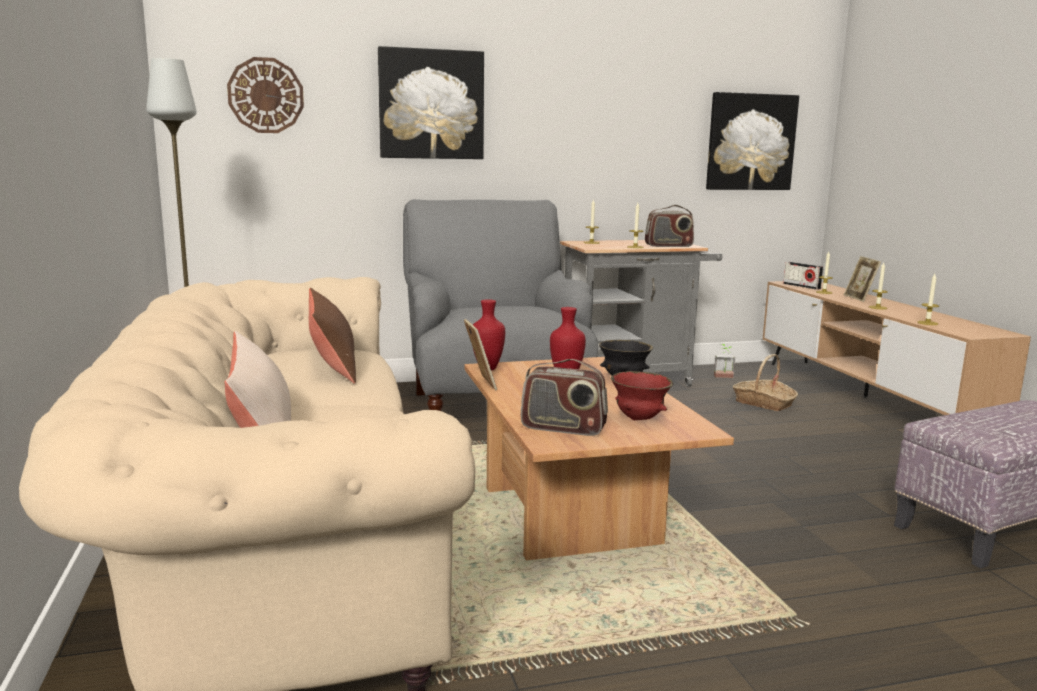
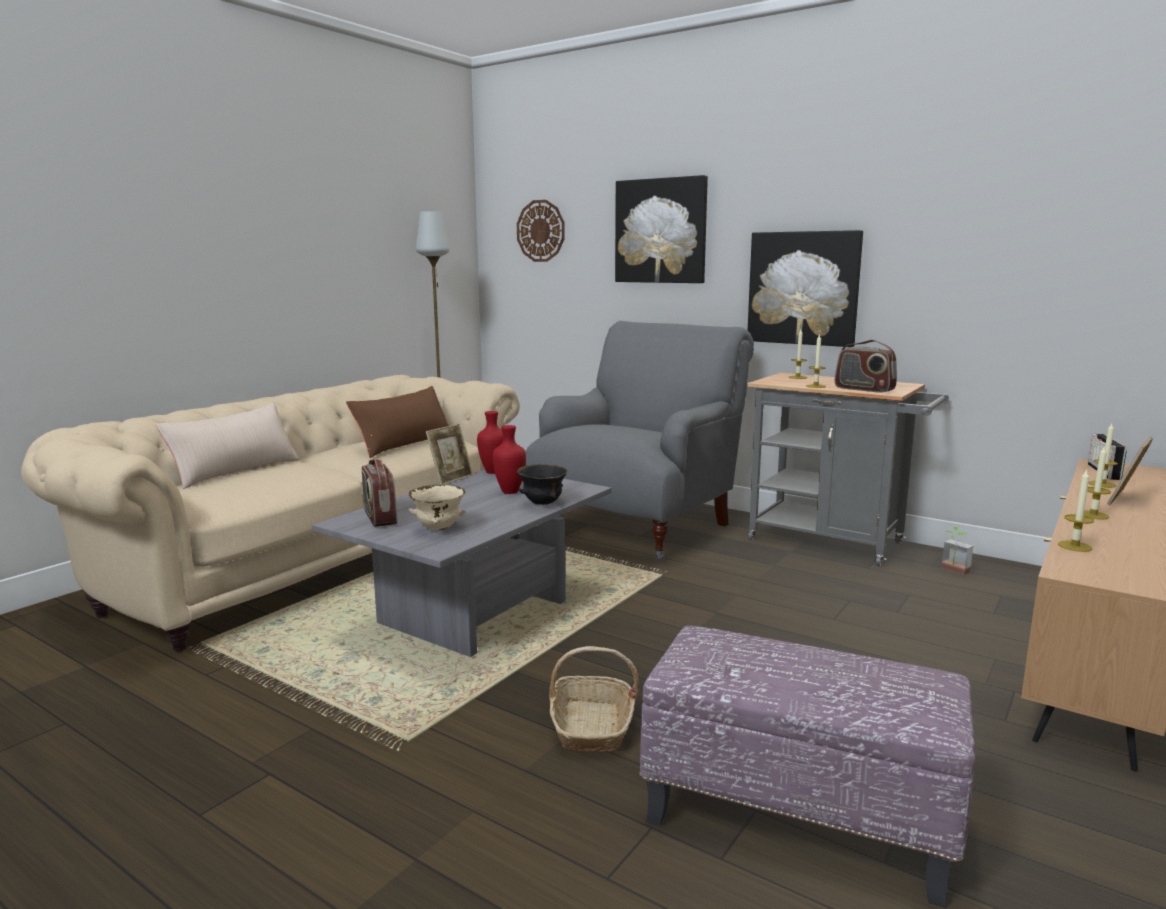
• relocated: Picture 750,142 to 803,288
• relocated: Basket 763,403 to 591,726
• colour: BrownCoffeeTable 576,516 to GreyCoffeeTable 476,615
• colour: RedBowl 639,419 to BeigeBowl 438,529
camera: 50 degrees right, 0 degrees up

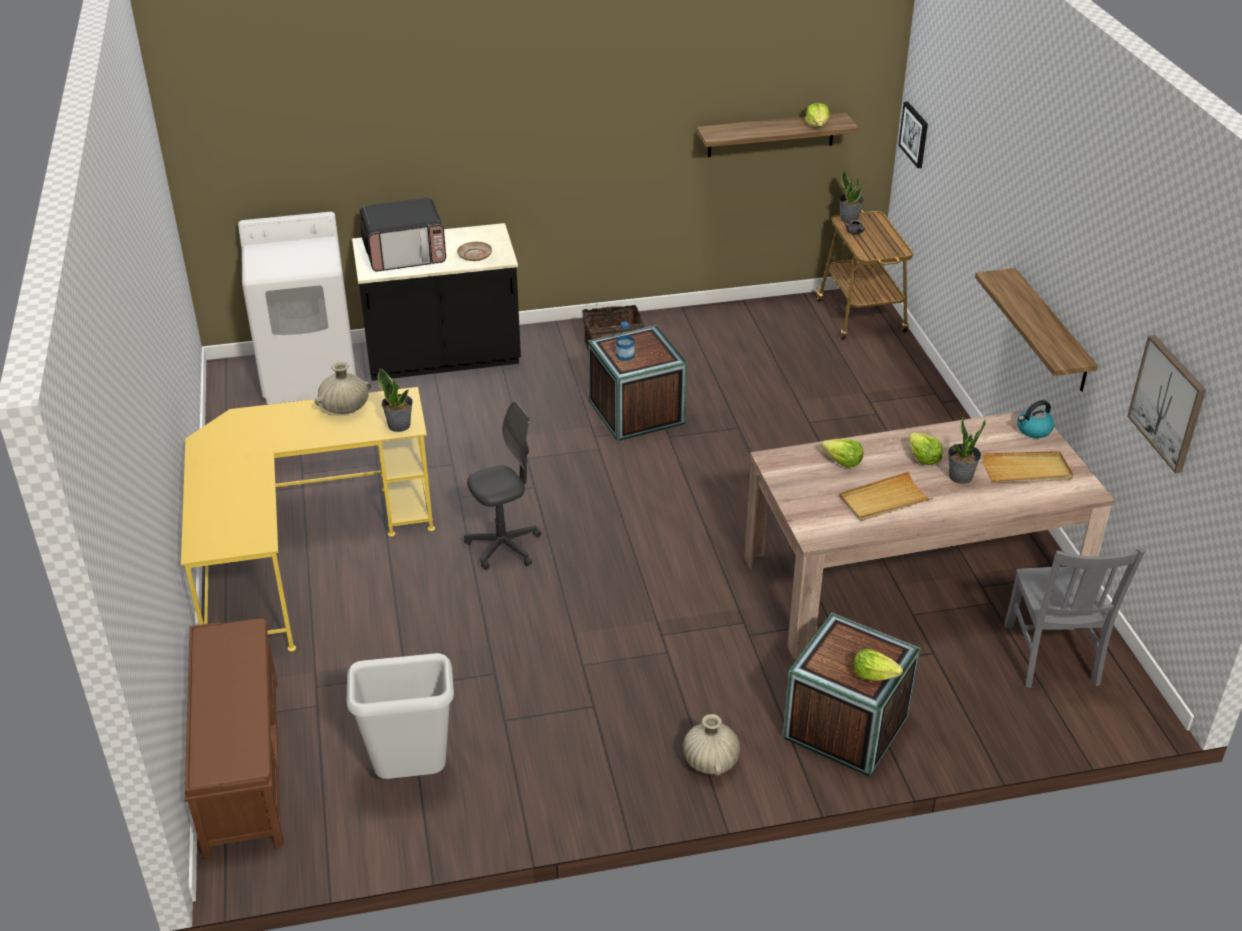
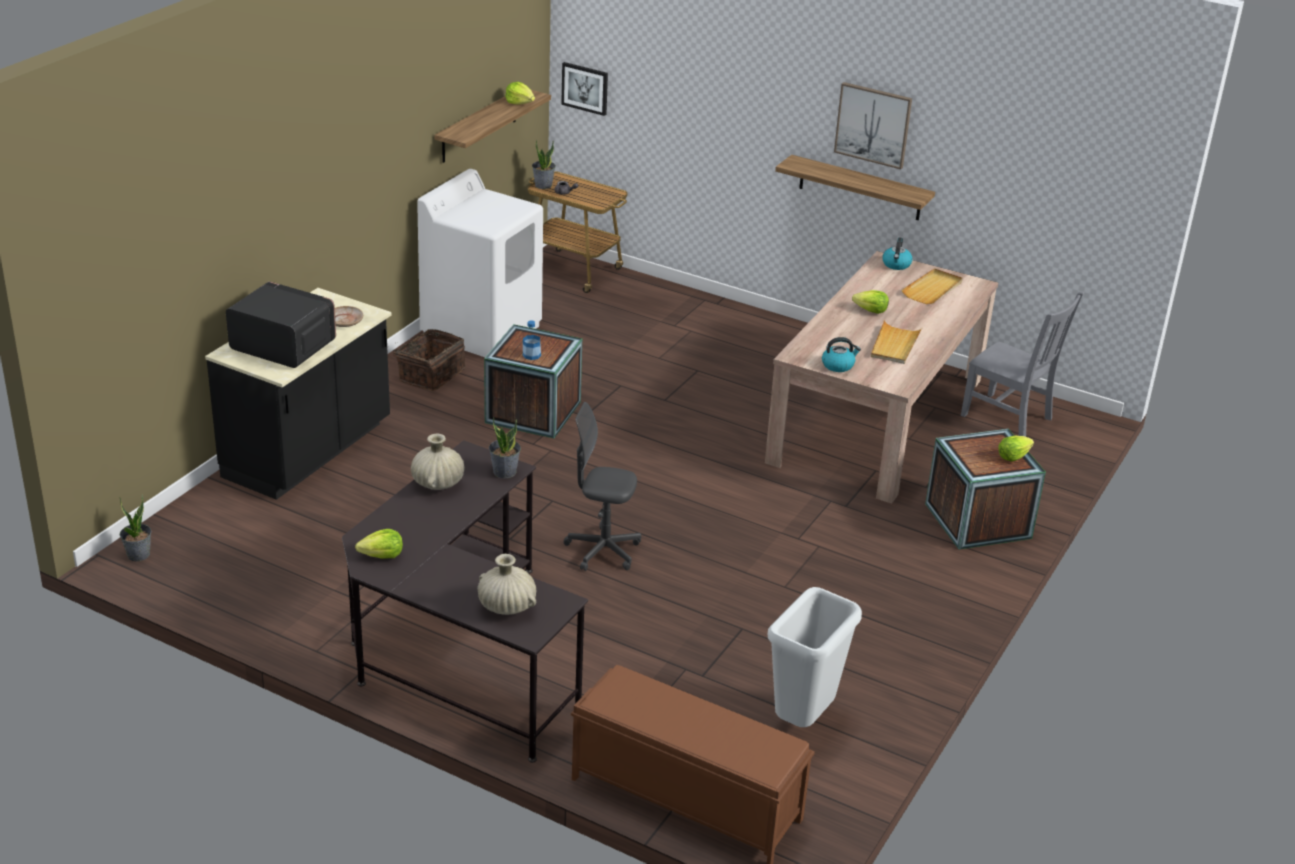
• appeared: Kettle 838,365
• relocated: WhiteWashingMachine 310,374 to 482,330
• relocated: BeigeVase 710,761 to 506,607
• relocated: Lettuce 842,462 to 382,555
• relocated: PottedPlant 960,477 to 138,555
• relocated: Picture 1168,403 to 873,125
• colour: YellowDesk 297,553 to BlackDesk 457,650
• spun: Microwave 405,254 = 282,346 90 degrees counterclockwise
• spun: GreyOfficeChair 503,547 = 603,551 90 degrees counterclockwise
camera: 50 degrees left, 5 degrees down

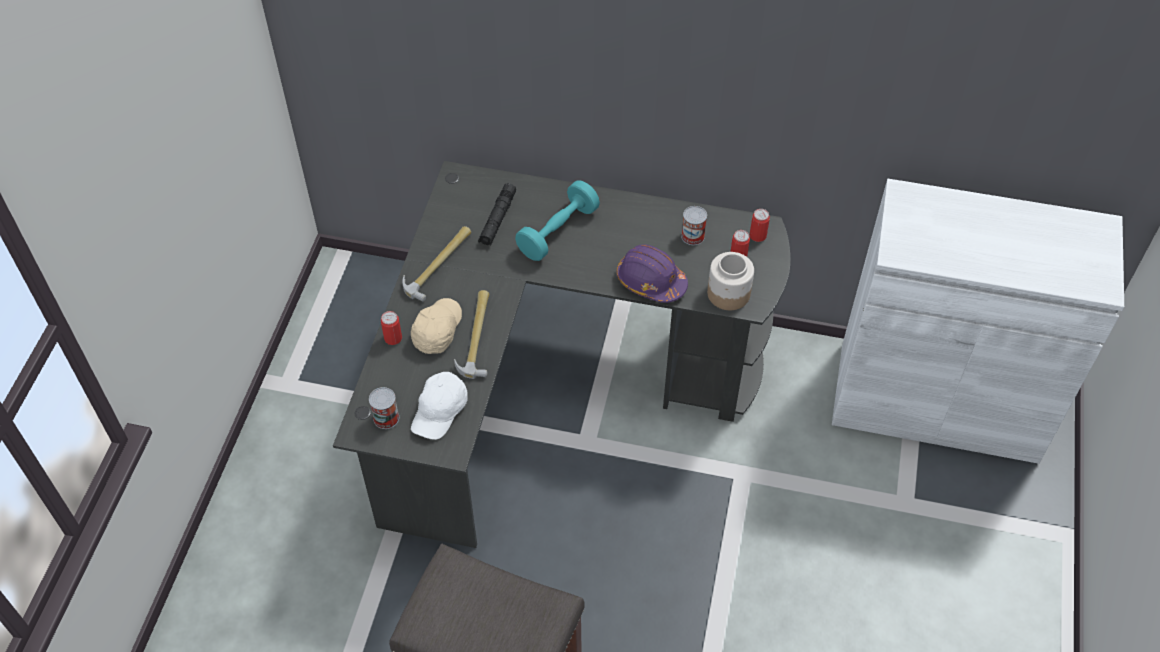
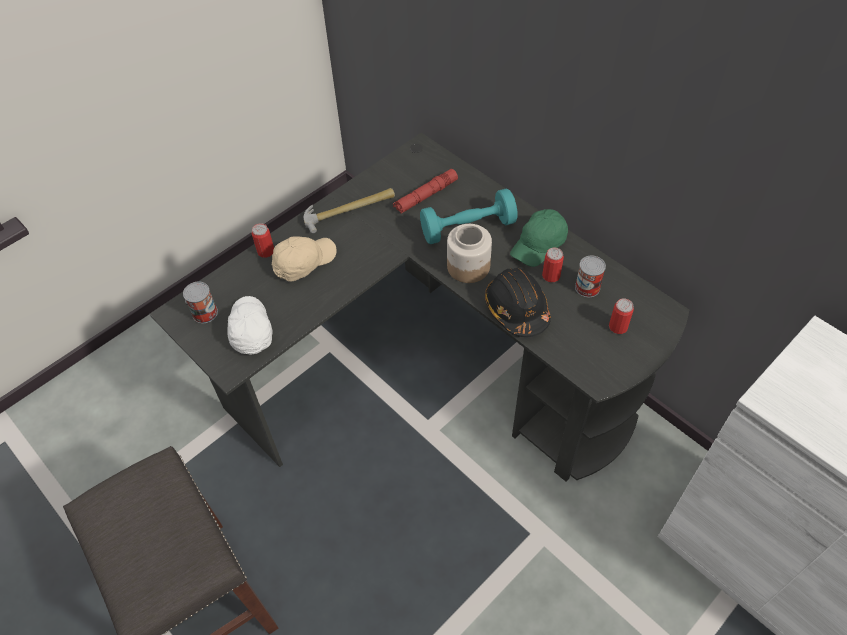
• missing: Hammer 477,336
• appeared: GreenCap 539,244
• relocated: Jar 728,294 to 467,267
• relocated: Can 757,235 to 551,276
• colour: BlackFlashlight 497,219 to RedFlashlight 426,196
• colour: PurpleHardHat 650,281 to BlackHardHat 516,309
• spun: WhiteCap 440,411 = 250,330 105 degrees clockwise
camera: 35 degrees right, 0 degrees up

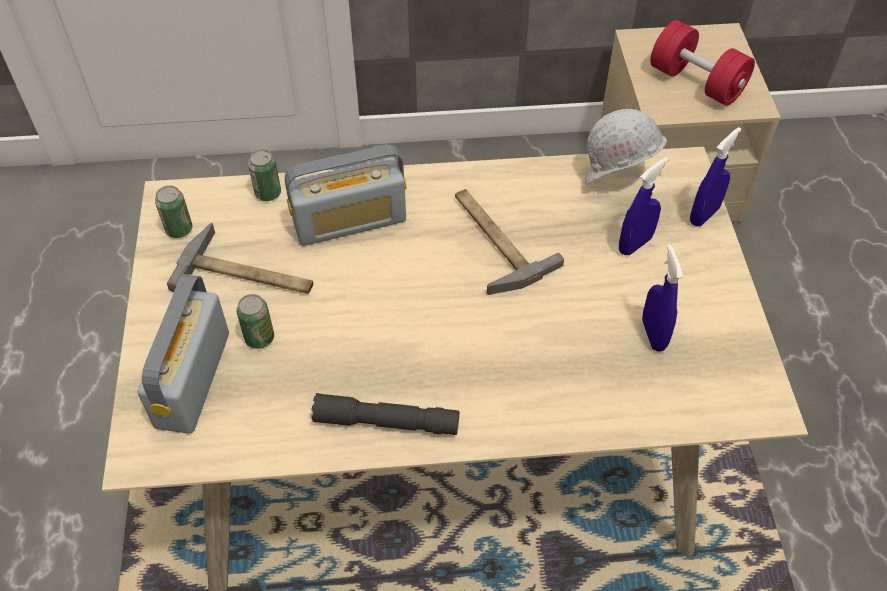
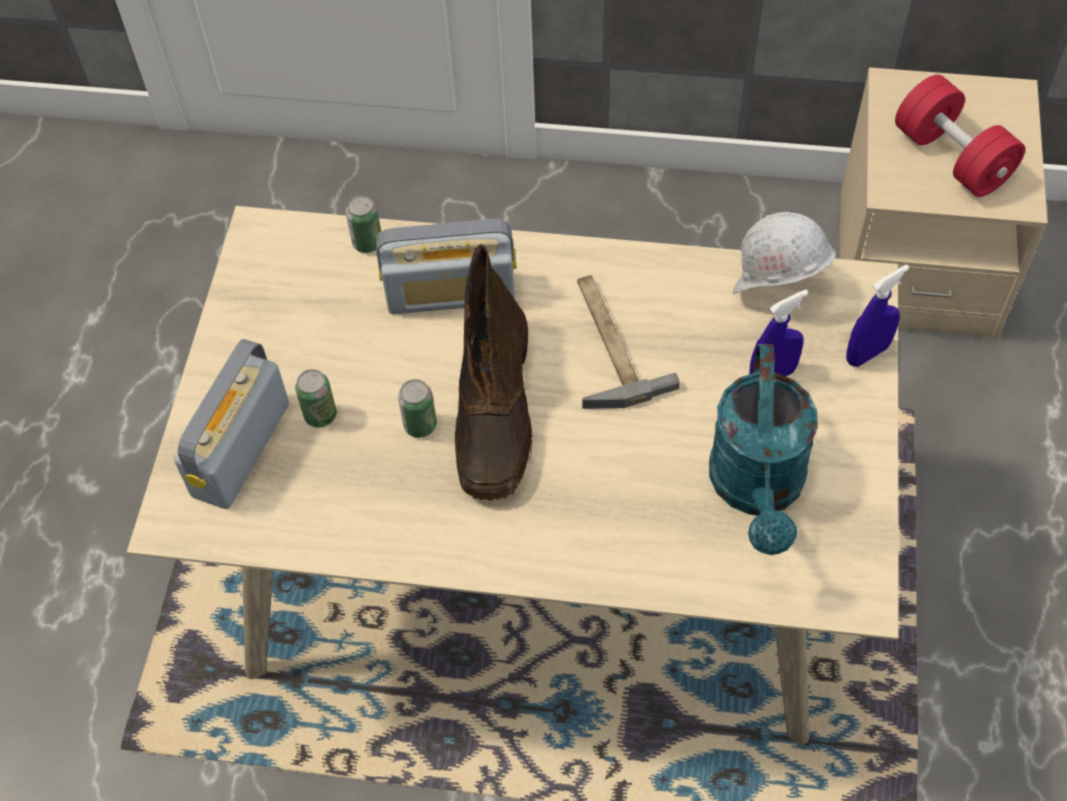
• missing: Hammer 248,274
• missing: GreyFlashlight 386,422
• appeared: BrownBoot 494,412
• relocated: Can 179,229 to 420,425
• exchanged: BlueSprayBottle 653,334 to TurquoiseWateringCan 758,490
camera: 15 degrees right, 5 degrees up

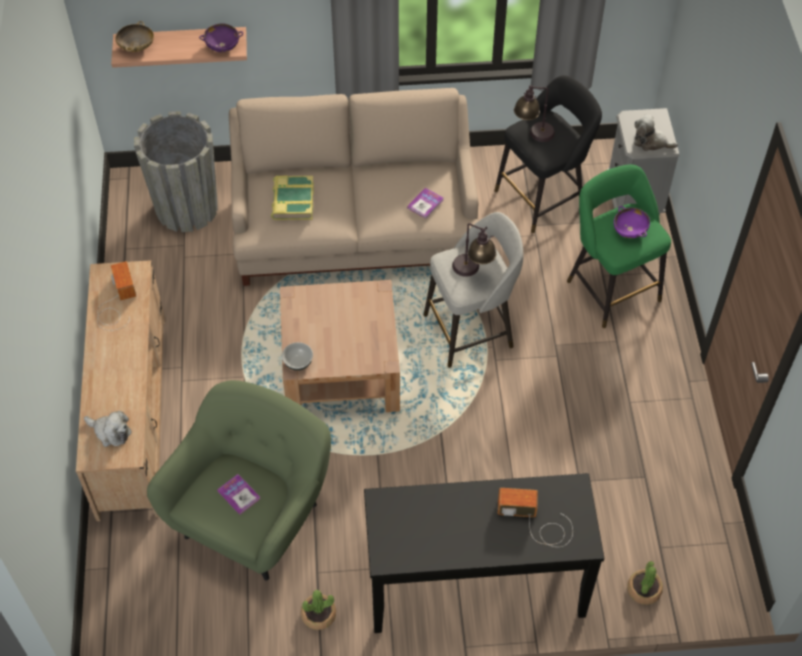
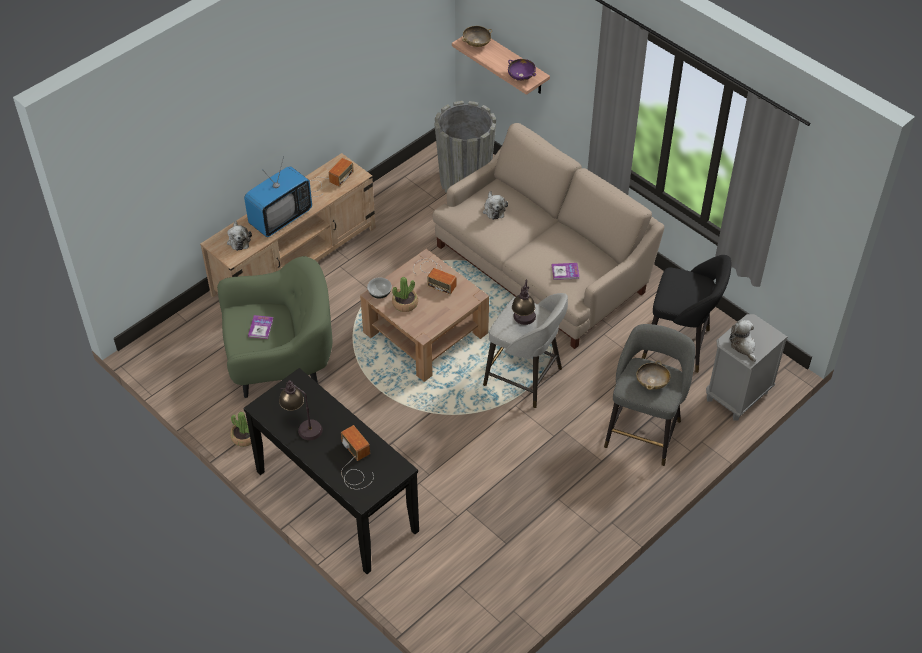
• appeared: Television 280,218
• appeared: Radio 434,275
• relocated: TableLamp 533,135 to 302,426
• relocated: PottedPlant 643,590 to 405,303
• exchanged: Book 292,201 to PlushToy 494,209
• colour: GreenStool 610,287 to GreyStool 644,430
• colour: PurpleBowl 630,230 to BeigeBowl 652,382
camera: 50 degrees right, 5 degrees down

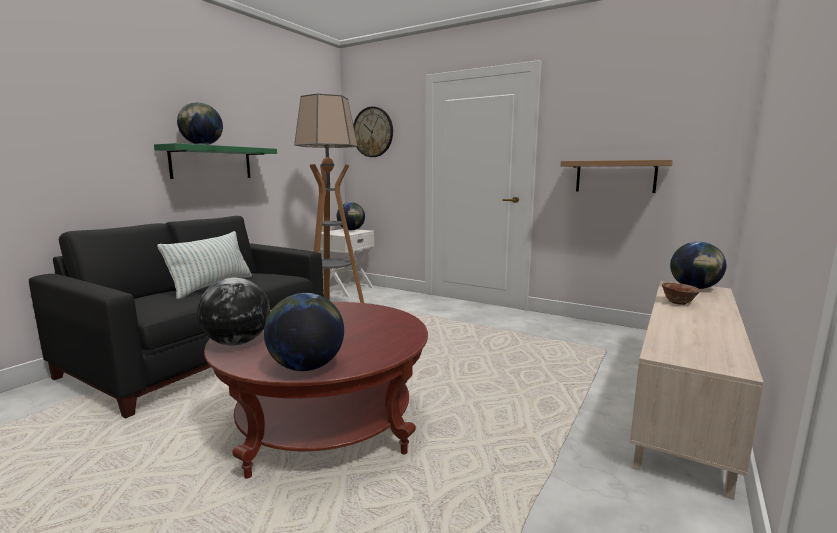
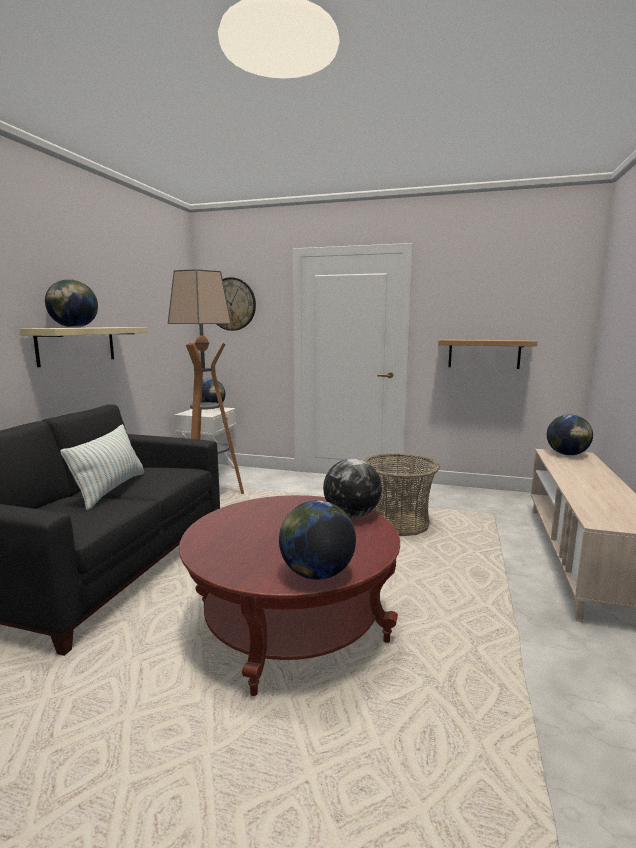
• missing: Bowl 678,303
• appeared: Basket 398,523
• relocated: Globe 237,342 to 352,515
• colour: GreenShelf 211,162 to BeigeShelf 77,345
camera: 15 degrees left, 0 degrees up

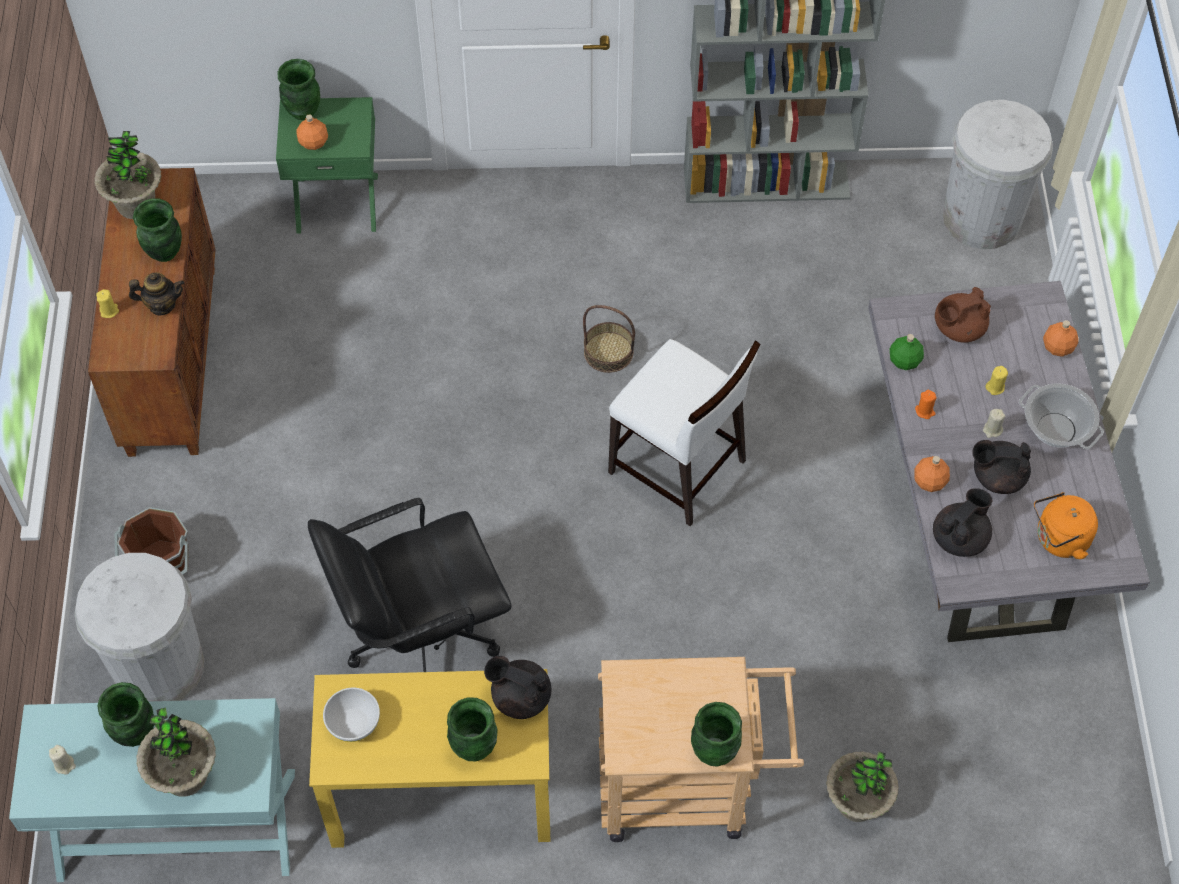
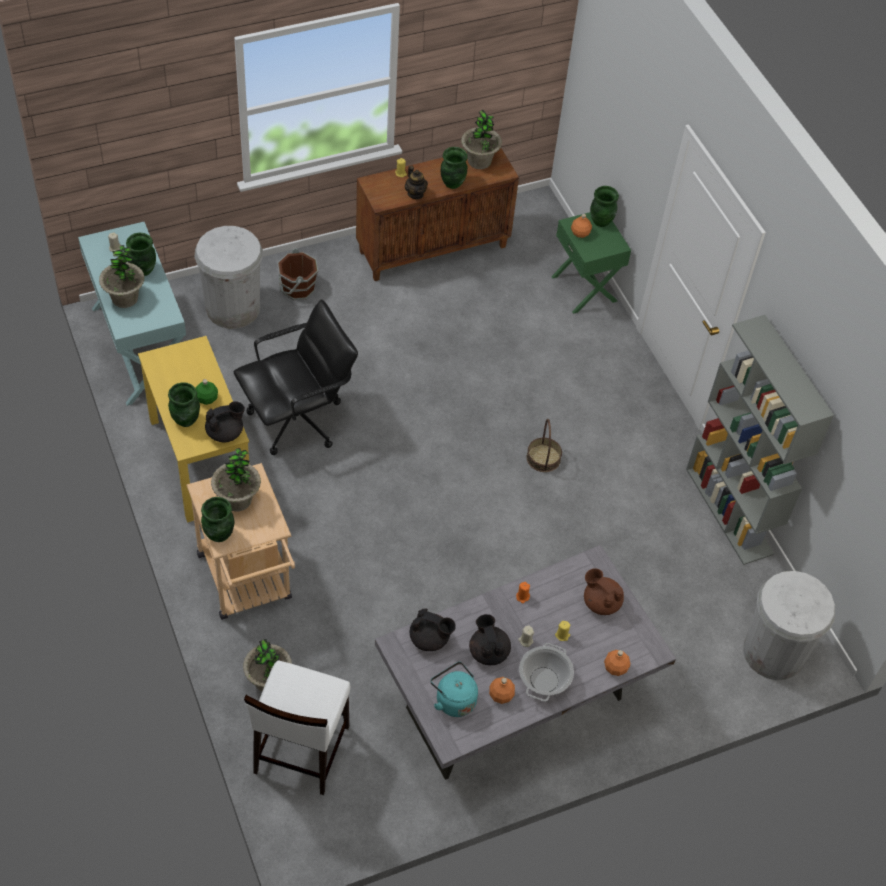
• missing: WhiteBowl 353,723
• appeared: PottedPlant 237,499
• relocated: WhiteChair 677,468 to 300,750
• relocated: GreenBottle 905,361 to 206,399
• relocated: OrangeBottle 930,481 to 501,695
• colour: OrangeKettle 1059,540 to TurquoiseKettle 453,699
• spun: BlackOfficeChair 420,636 = 298,420 105 degrees clockwise
• spun: BlackTeapot 520,697 = 225,433 60 degrees clockwise
camera: 65 degrees right, 5 degrees down

